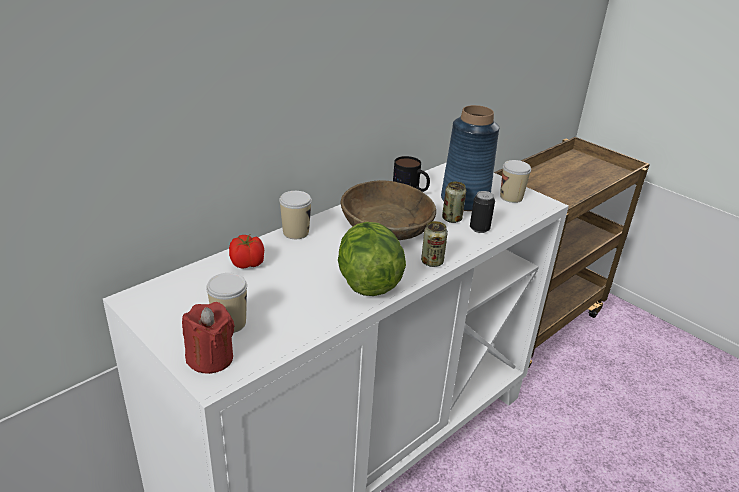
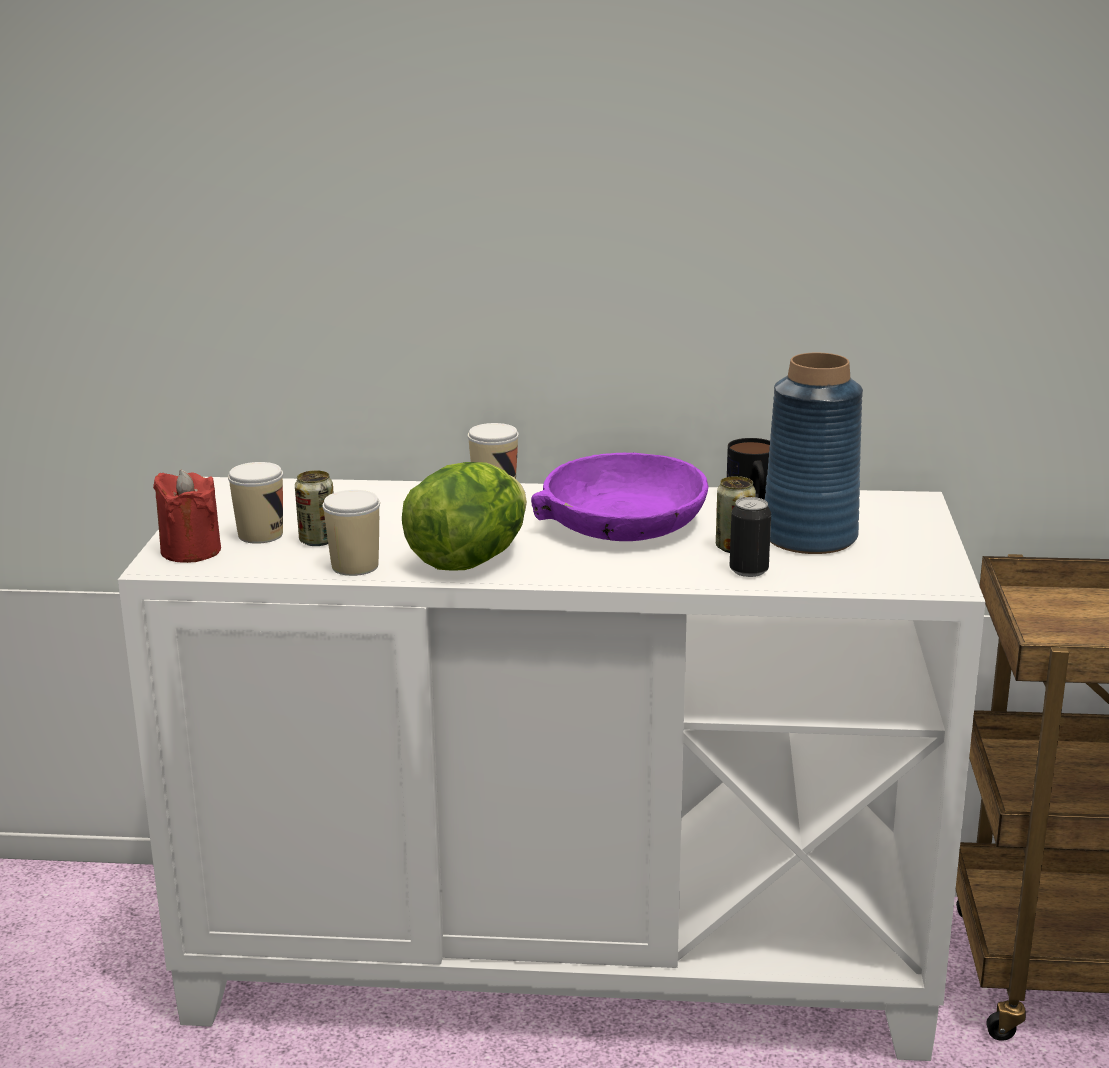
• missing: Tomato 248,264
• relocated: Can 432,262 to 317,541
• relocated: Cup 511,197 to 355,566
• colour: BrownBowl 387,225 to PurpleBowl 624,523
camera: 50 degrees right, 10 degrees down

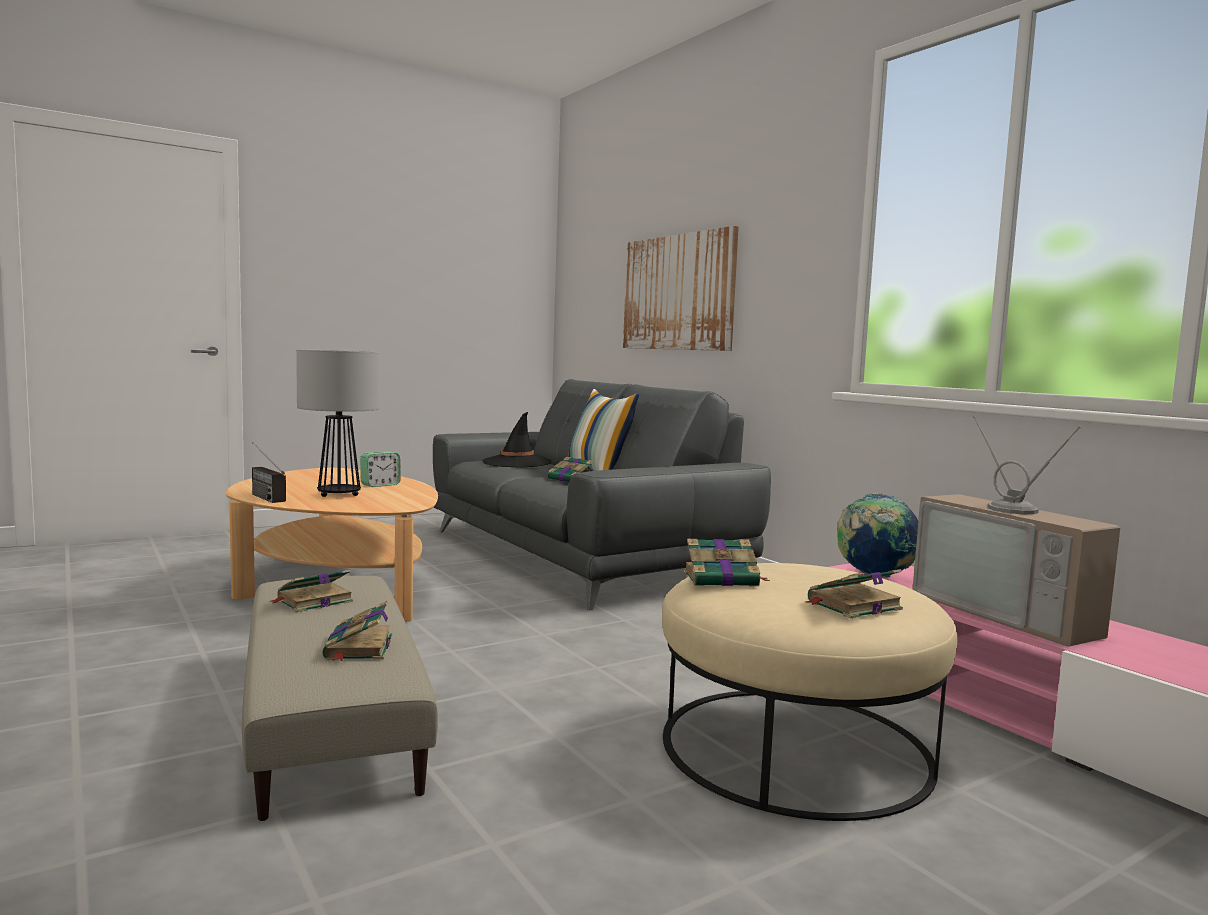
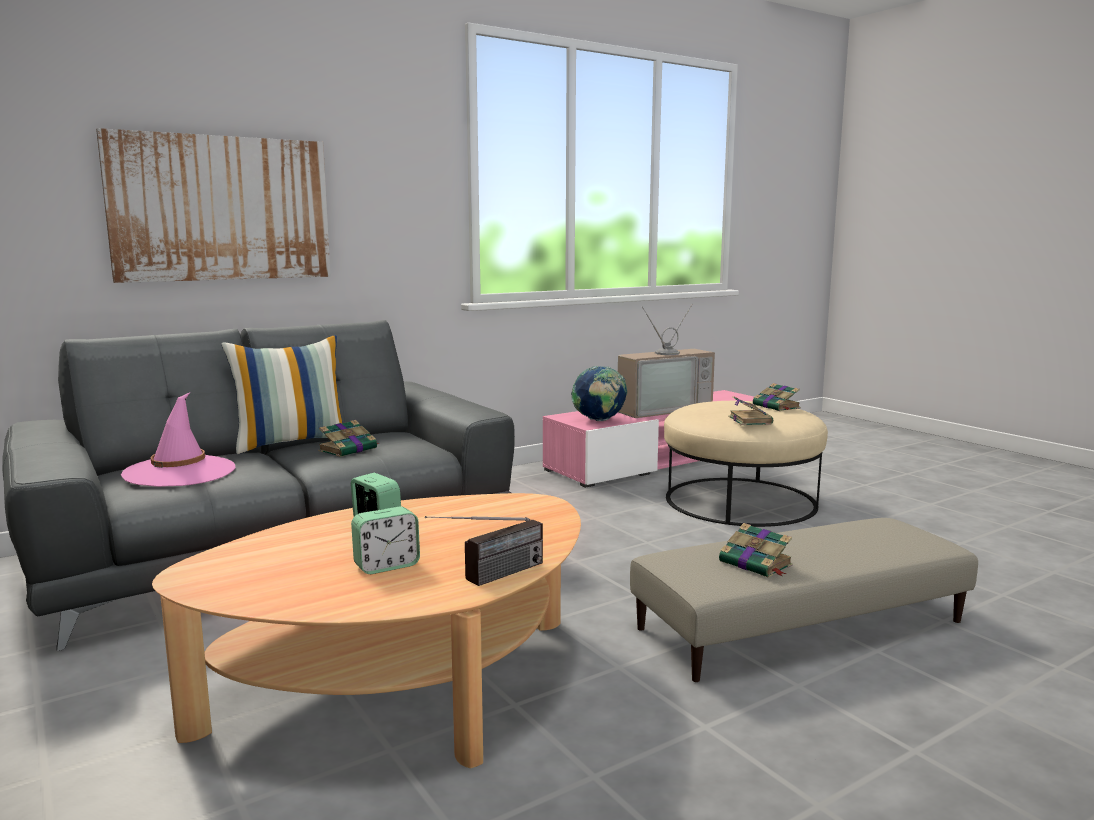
• missing: TableLamp 338,494
• missing: Book 358,648
• appeared: AlarmClock 386,566
• colour: BlackHat 517,462 to PinkHat 180,472
camera: 90 degrees left, 5 degrees up

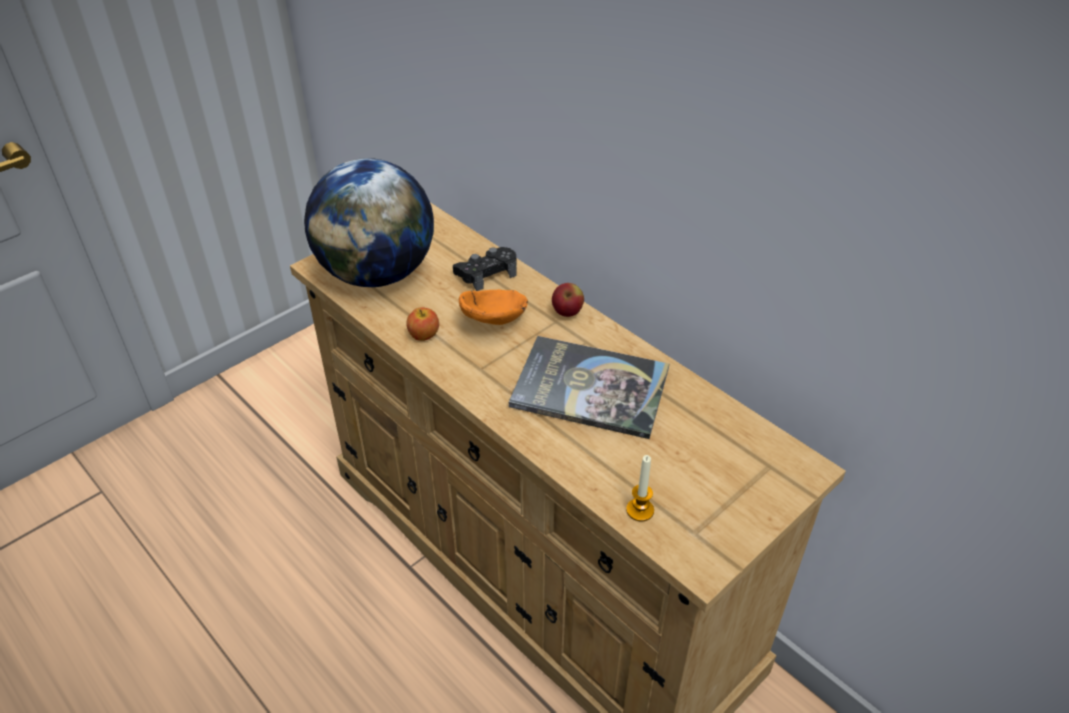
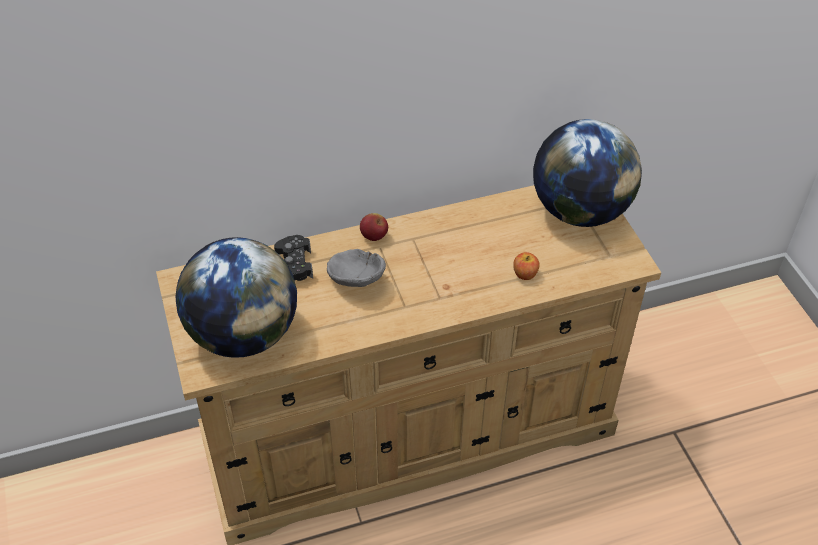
• missing: Book 590,388
• missing: Candle 640,510
• appeared: Globe 579,211
• relocated: Apple 424,335 to 525,274
• colour: OrangeBowl 497,319 to GreyBowl 355,278
camera: 65 degrees left, 5 degrees up

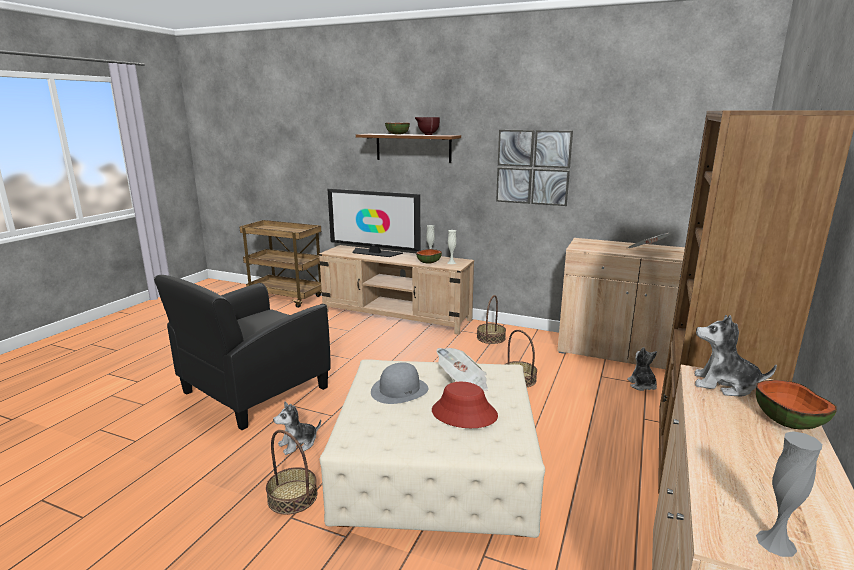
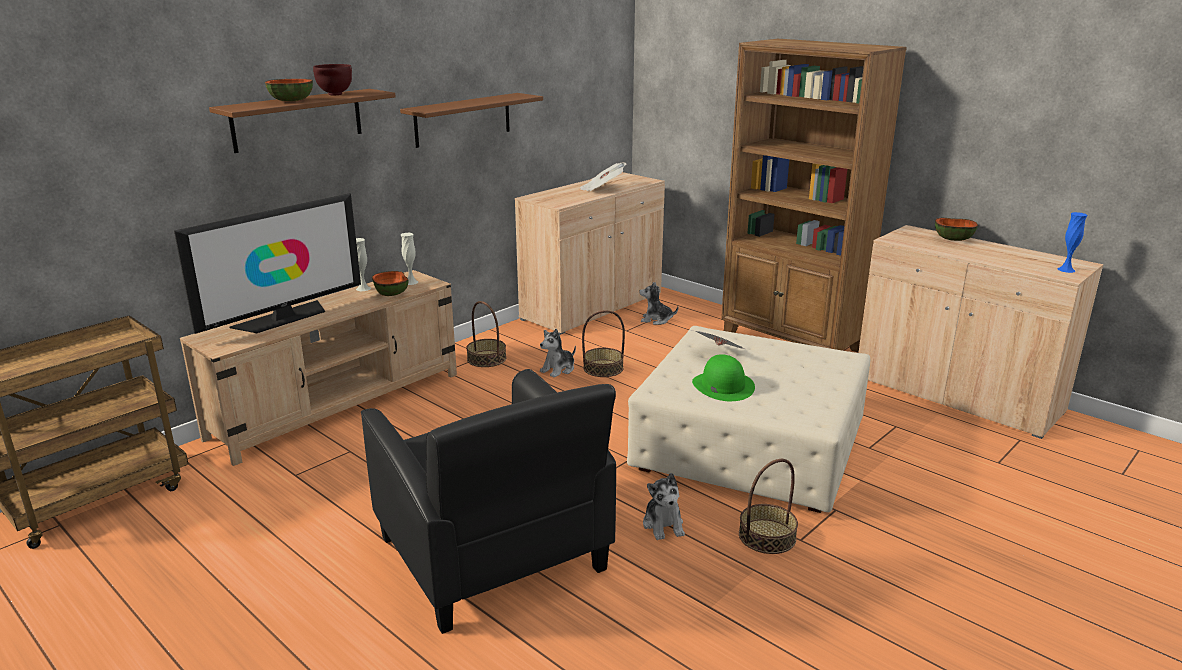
• missing: RedHat 464,414
• relocated: PlushToy 724,385 to 558,369
• exchanged: Picture 533,167 to BrownShelf 463,119
• colour: GreyHat 399,390 to GreenHat 722,386
• colour: GreyVase 776,543 to BlueVase 1066,270
camera: 70 degrees left, 5 degrees up

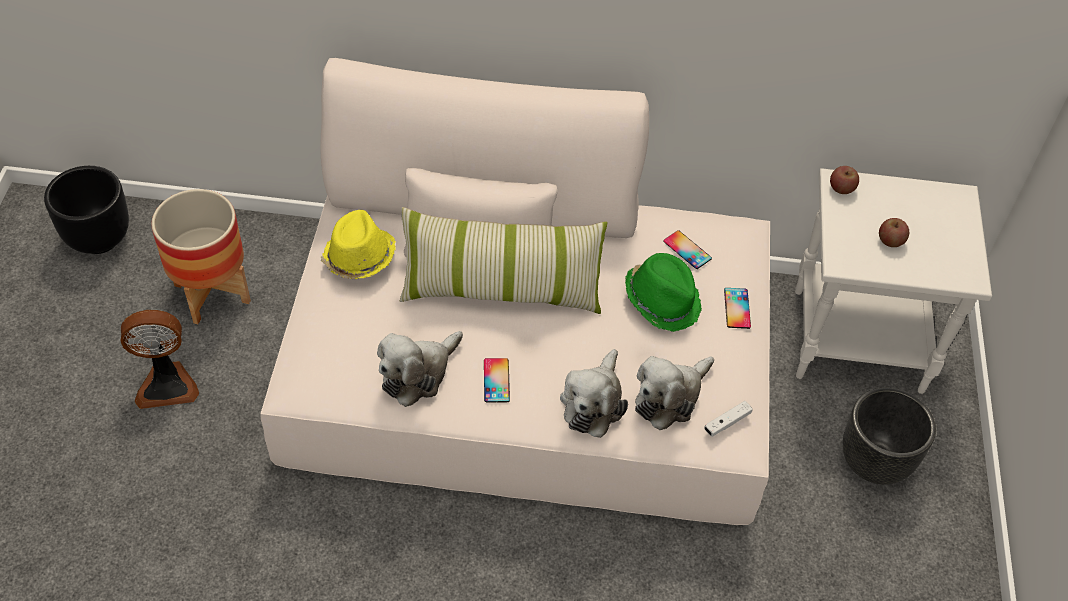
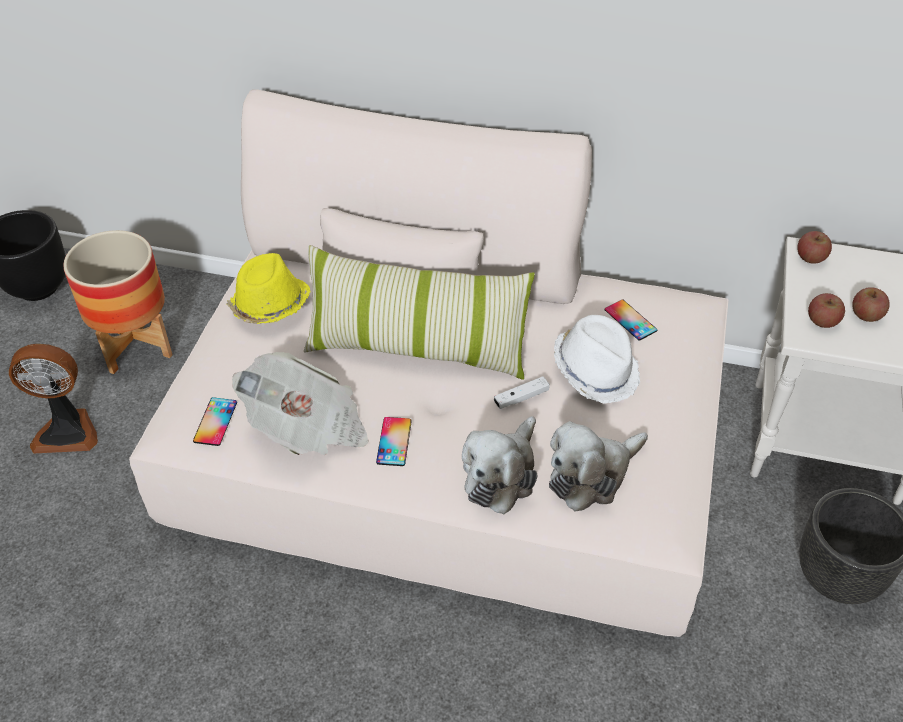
• appeared: Apple 822,321
• relocated: WhiteGameController 727,422 to 521,398
• relocated: Phone 737,308 to 215,421
• exchanged: PlushToy 418,374 to Newspaper 308,428
• colour: GreenHat 662,300 to WhiteHat 596,370
camera: 10 degrees right, 5 degrees down

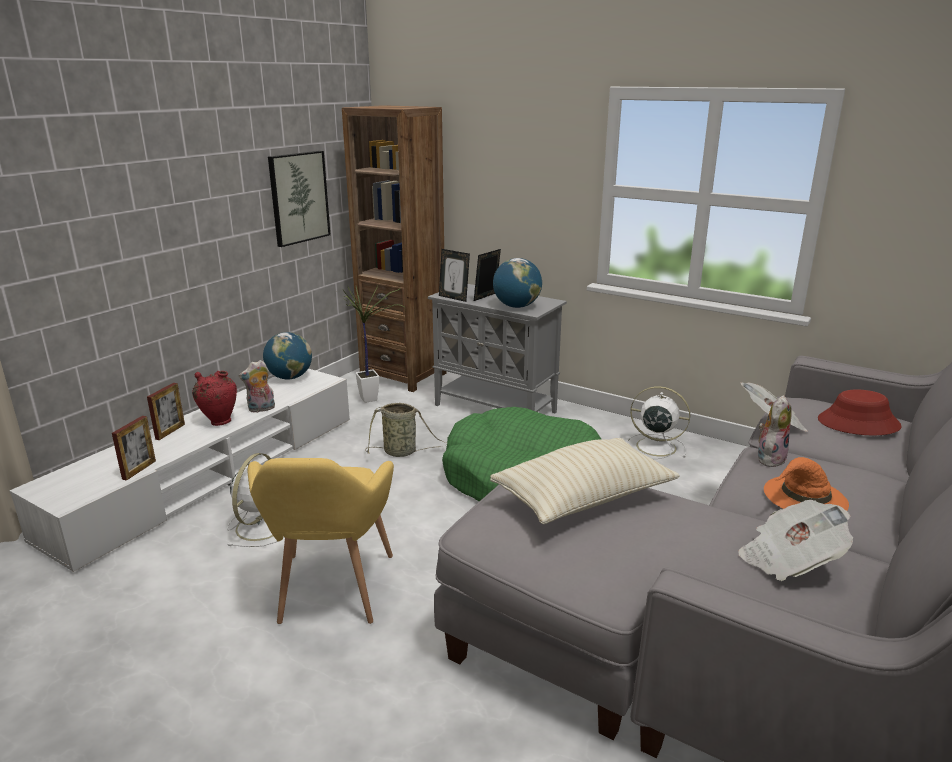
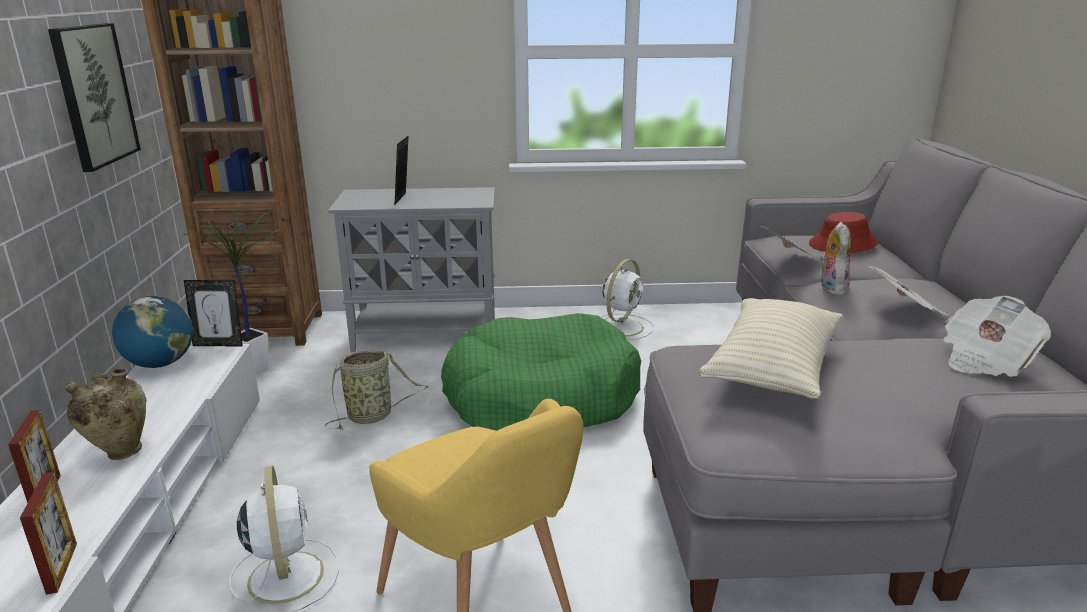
• missing: PlushToy 261,409
• missing: Globe 516,306
• relocated: PictureFrame 454,298 to 219,344
• exchanged: OrangeHat 804,497 to Newspaper 903,310
• colour: RedVase 219,421 to BeigeVase 120,452
• spun: WhiteFan 654,447 = 623,327 135 degrees clockwise
camera: 35 degrees left, 0 degrees up

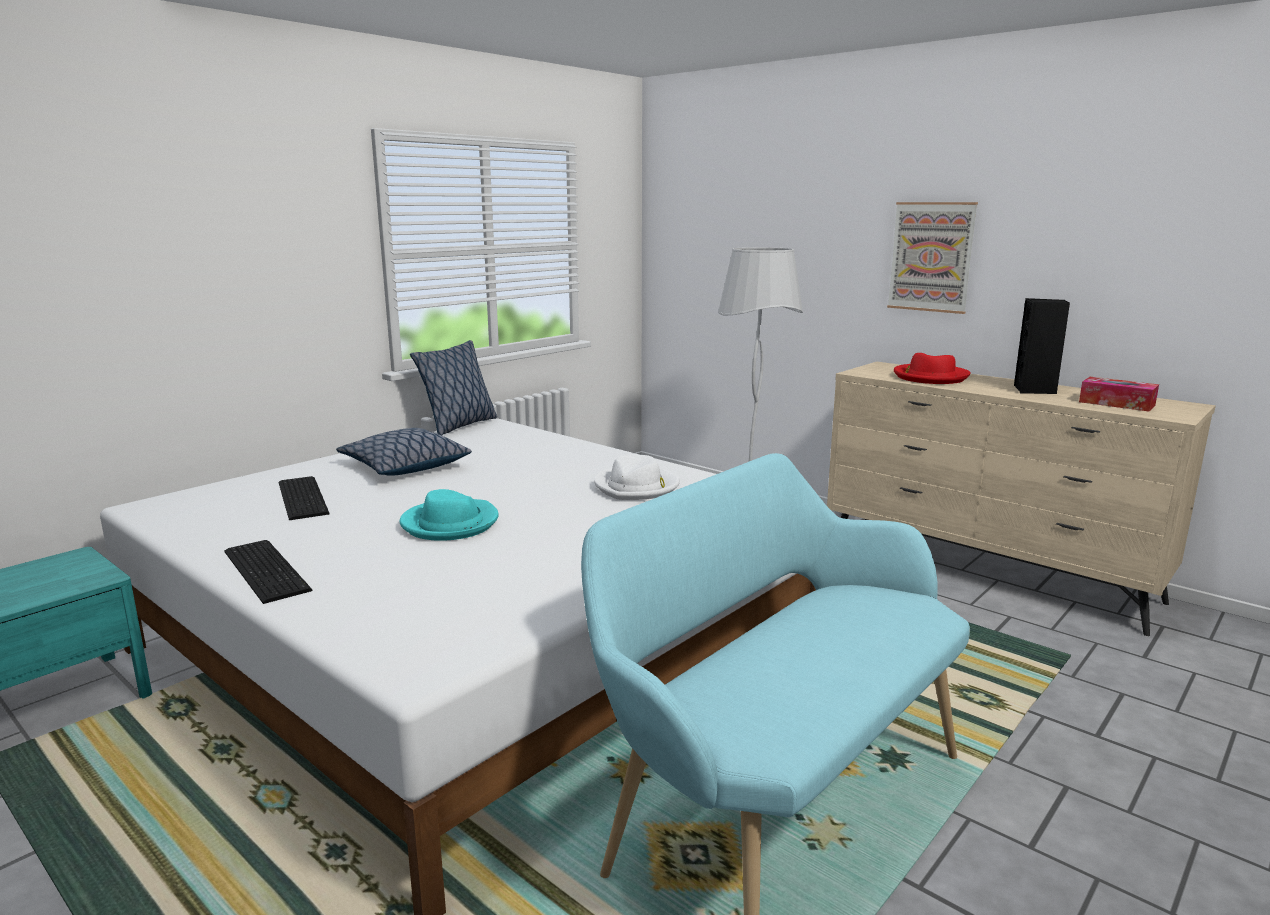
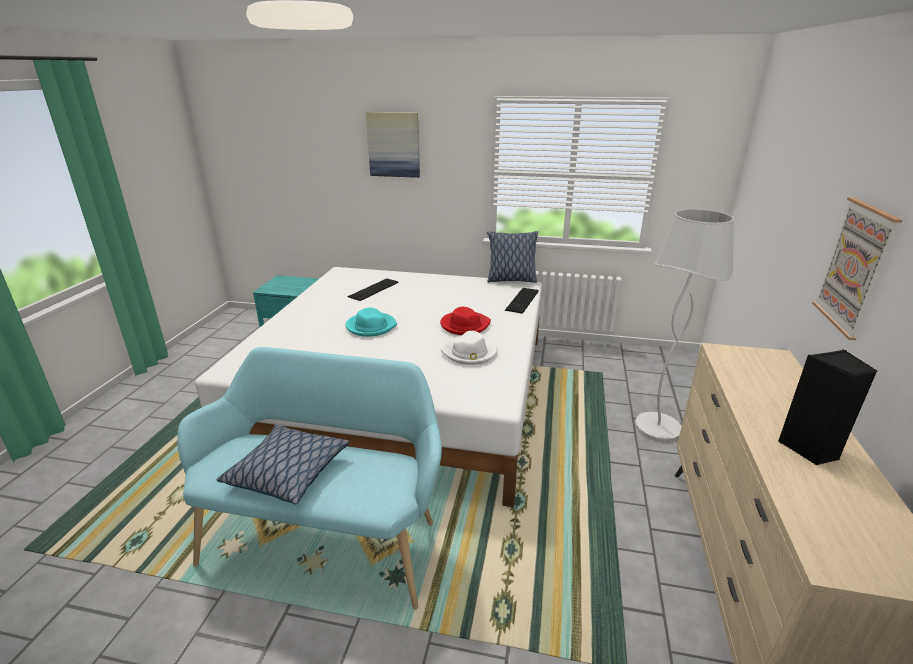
• missing: TissueBox 1116,403
• appeared: Picture 393,144
• relocated: Keyboard 268,569 to 523,300
• relocated: Pillow 404,466 to 287,472
• relocated: RedHat 930,377 to 464,325
camera: 60 degrees right, 10 degrees up

